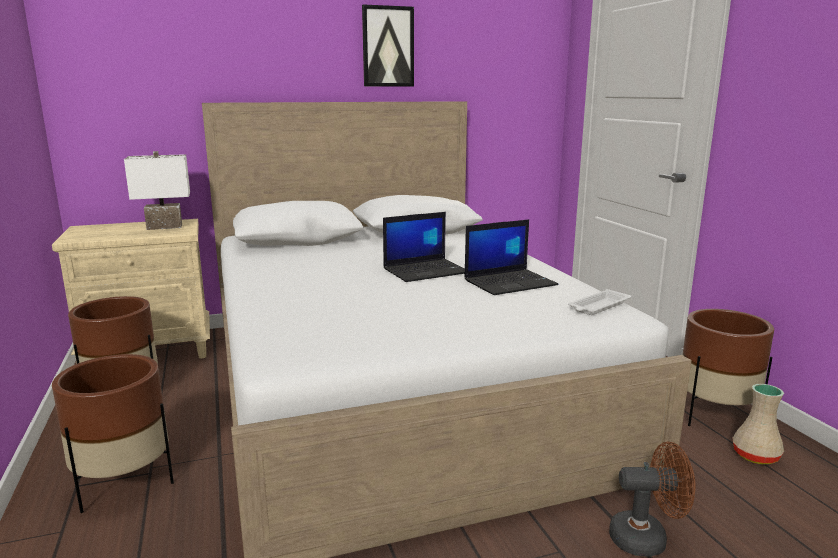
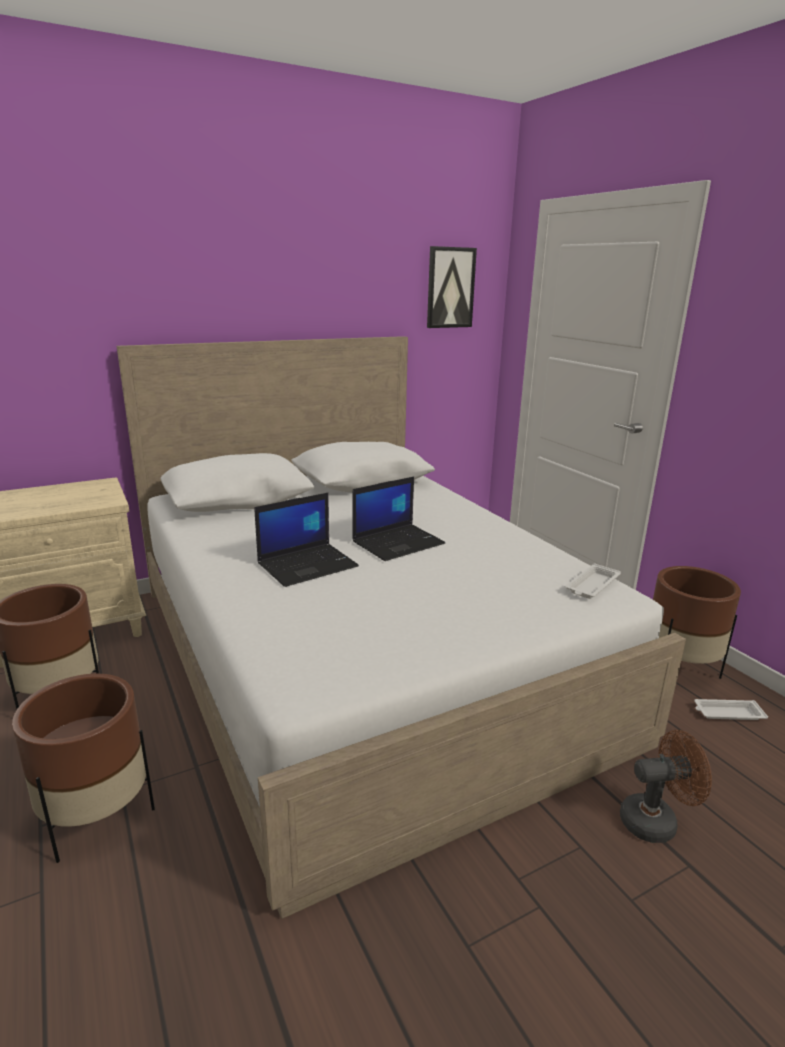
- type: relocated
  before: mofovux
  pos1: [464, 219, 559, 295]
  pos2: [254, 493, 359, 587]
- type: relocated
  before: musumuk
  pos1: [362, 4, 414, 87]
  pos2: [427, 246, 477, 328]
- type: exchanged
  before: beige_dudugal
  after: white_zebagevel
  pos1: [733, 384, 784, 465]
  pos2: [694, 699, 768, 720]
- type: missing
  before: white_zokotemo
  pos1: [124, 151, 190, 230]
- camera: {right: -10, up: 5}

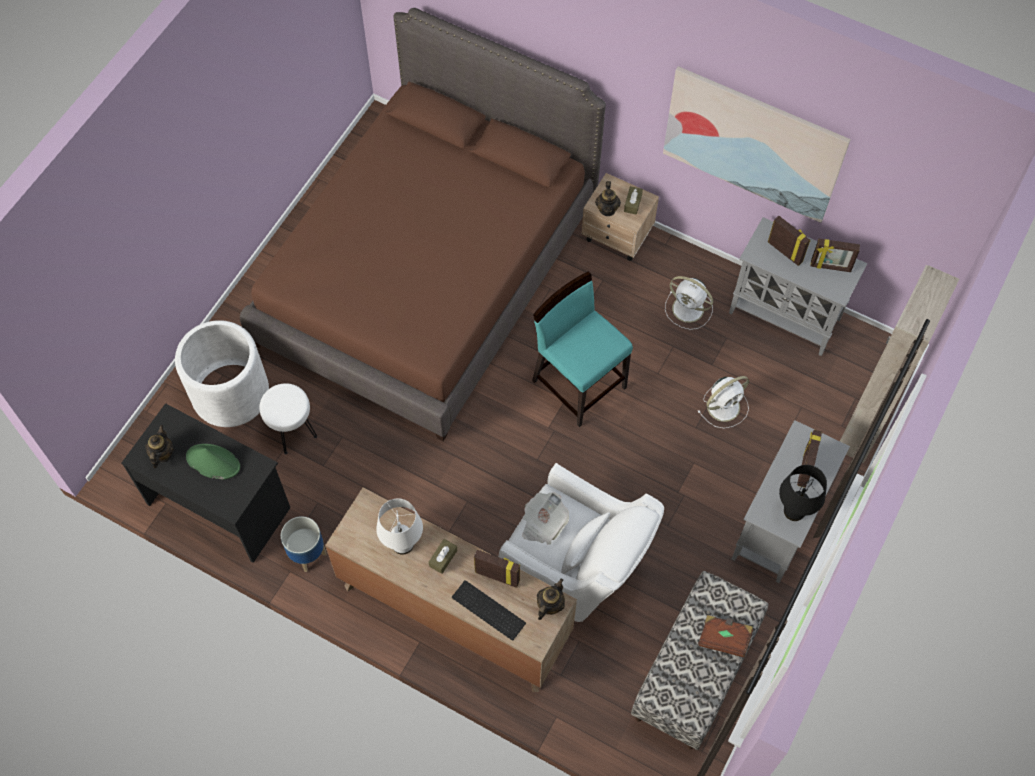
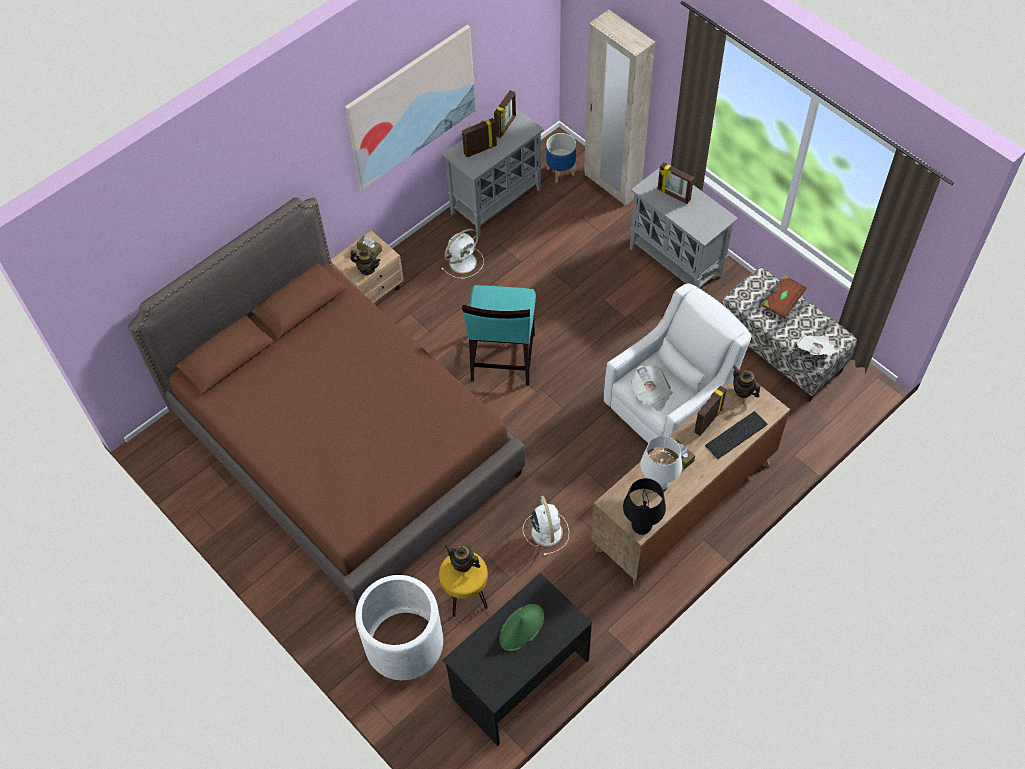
- type: colour
  before: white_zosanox
  after: yellow_zosanox
  pos1: [259, 383, 317, 455]
  pos2: [439, 553, 488, 617]
- type: relocated
  before: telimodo
  pos1: [145, 425, 174, 468]
  pos2: [445, 545, 481, 572]
- type: spun
  before: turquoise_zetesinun
  pos1: [532, 272, 633, 427]
  pos2: [462, 285, 536, 385]
  turn: -60
- type: relocated
  before: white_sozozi
  pos1: [698, 376, 749, 428]
  pos2: [523, 496, 569, 556]
- type: relocated
  before: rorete
  pos1: [281, 516, 327, 572]
  pos2: [546, 133, 576, 183]
- type: relocated
  before: black_zokotemo
  pos1: [779, 465, 827, 521]
  pos2: [623, 478, 666, 535]
- type: appeared
  after: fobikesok
  pos2: [797, 335, 836, 355]
- camera: {right: -70, up: -5}

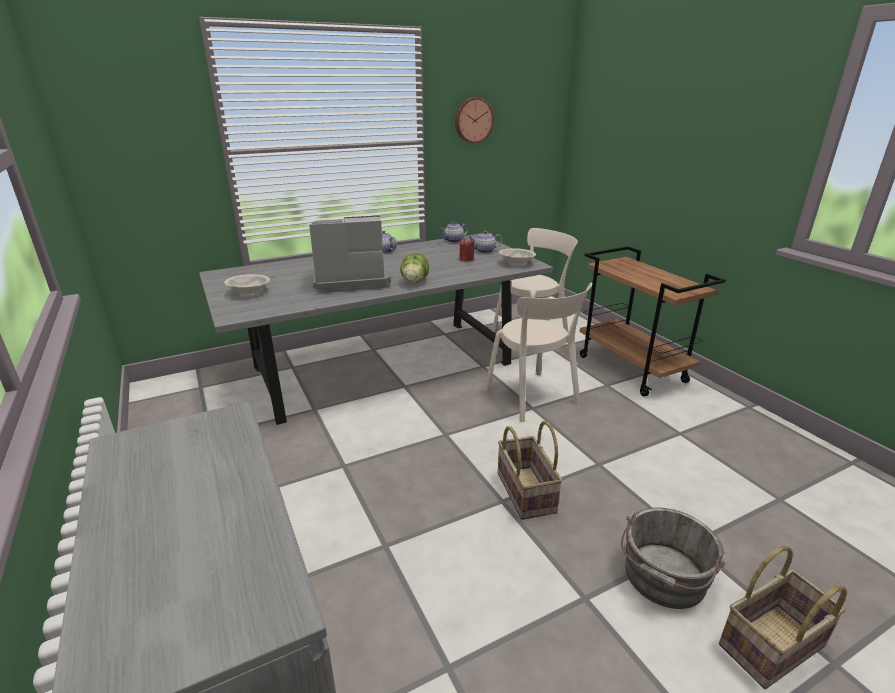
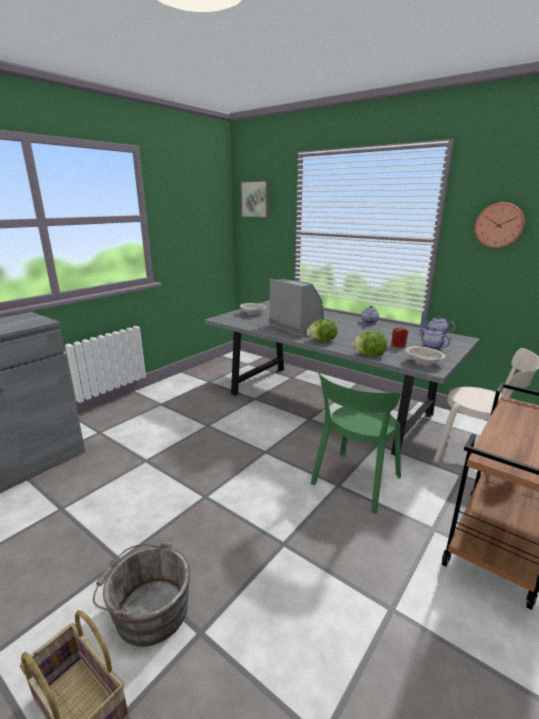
- type: appeared
  after: musumuk
  pos2: [240, 181, 269, 218]
- type: colour
  before: beige_zetesinun
  after: green_zetesinun
  pos1: [484, 282, 592, 422]
  pos2: [311, 370, 401, 514]
- type: appeared
  after: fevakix
  pos2: [352, 331, 387, 356]
- type: missing
  before: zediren
  pos1: [498, 421, 563, 520]
- camera: {right: 65, up: -5}

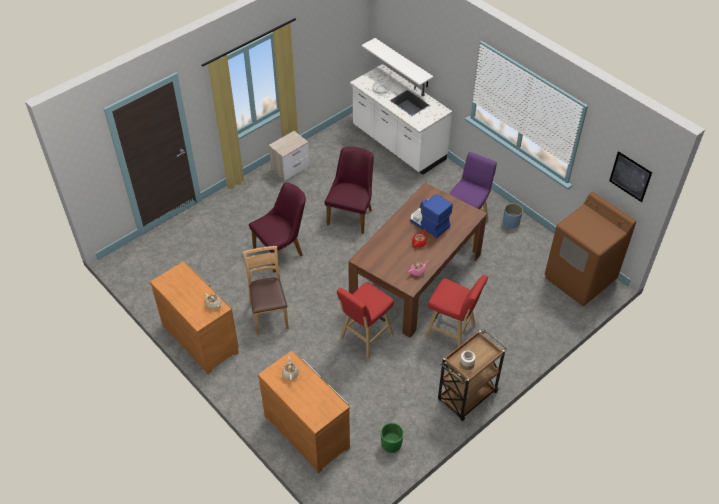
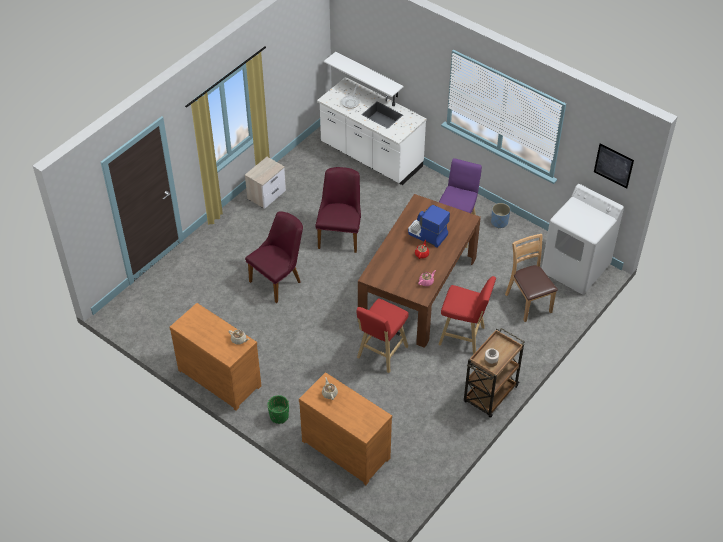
- type: relocated
  before: green_rorete
  pos1: [381, 423, 404, 453]
  pos2: [268, 395, 289, 424]
- type: relocated
  before: brown_zetesinun
  pos1: [242, 246, 289, 335]
  pos2: [505, 234, 558, 322]
- type: colour
  before: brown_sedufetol
  after: white_sedufetol
  pos1: [545, 192, 636, 306]
  pos2: [542, 184, 624, 295]
- camera: {right: -10, up: 0}

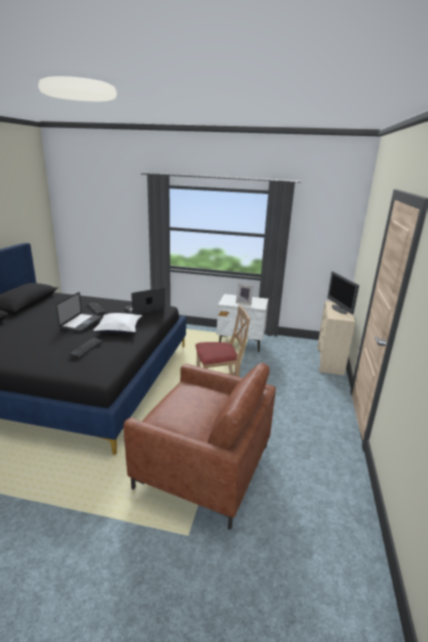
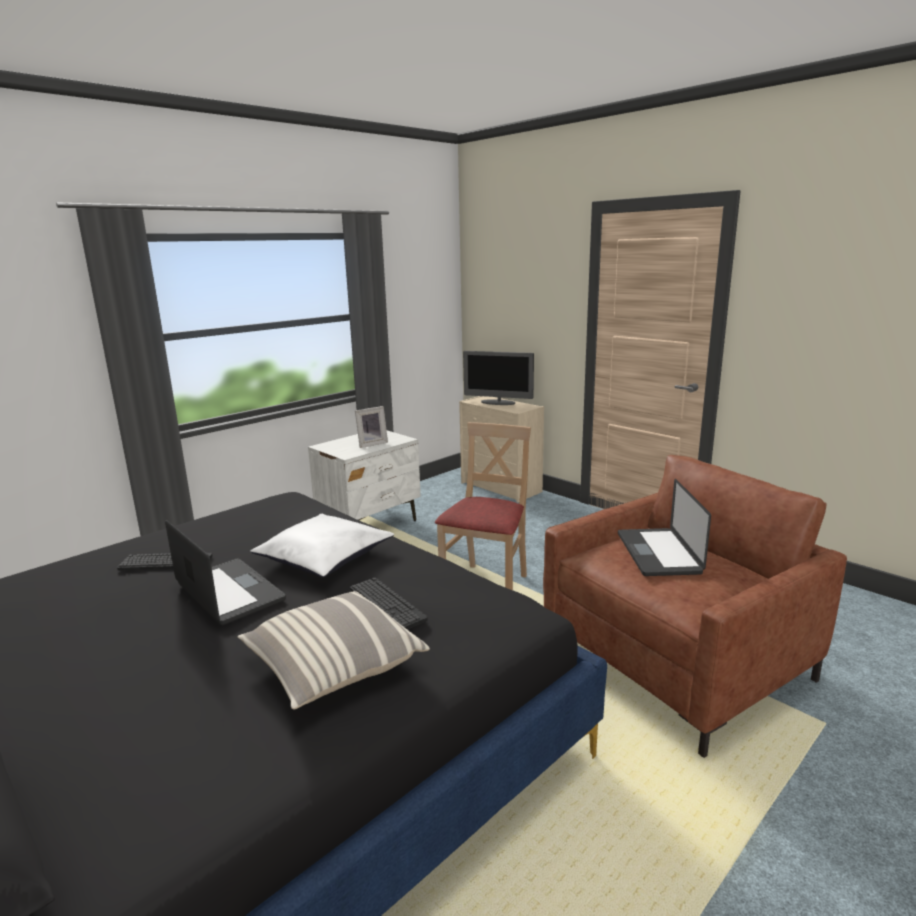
- type: appeared
  after: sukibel
  pos2: [238, 591, 430, 709]
- type: relocated
  before: mofovux
  pos1: [124, 288, 165, 315]
  pos2: [618, 479, 711, 576]
- camera: {right: -55, up: -5}

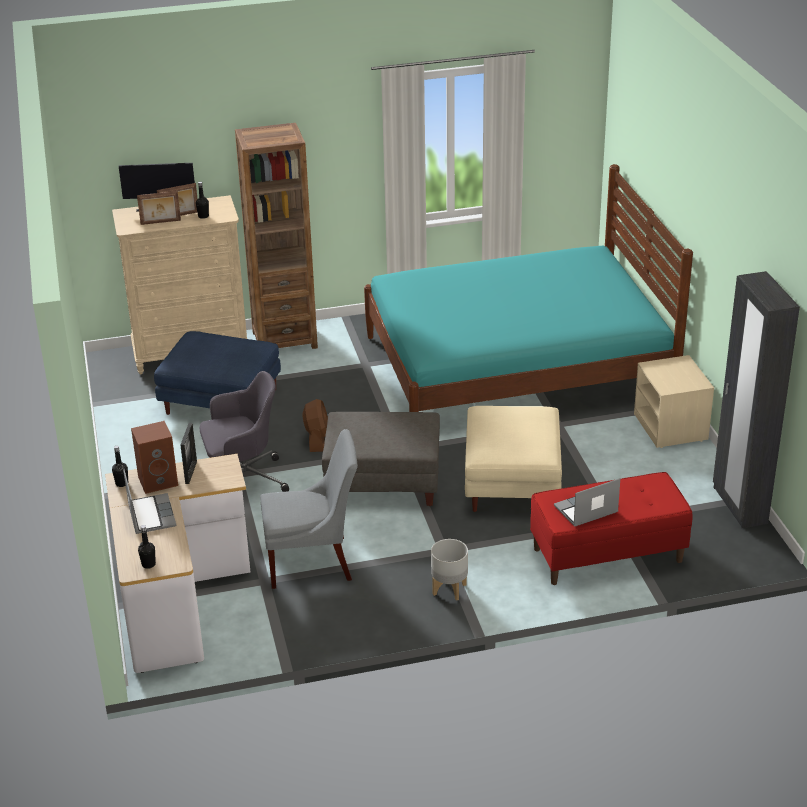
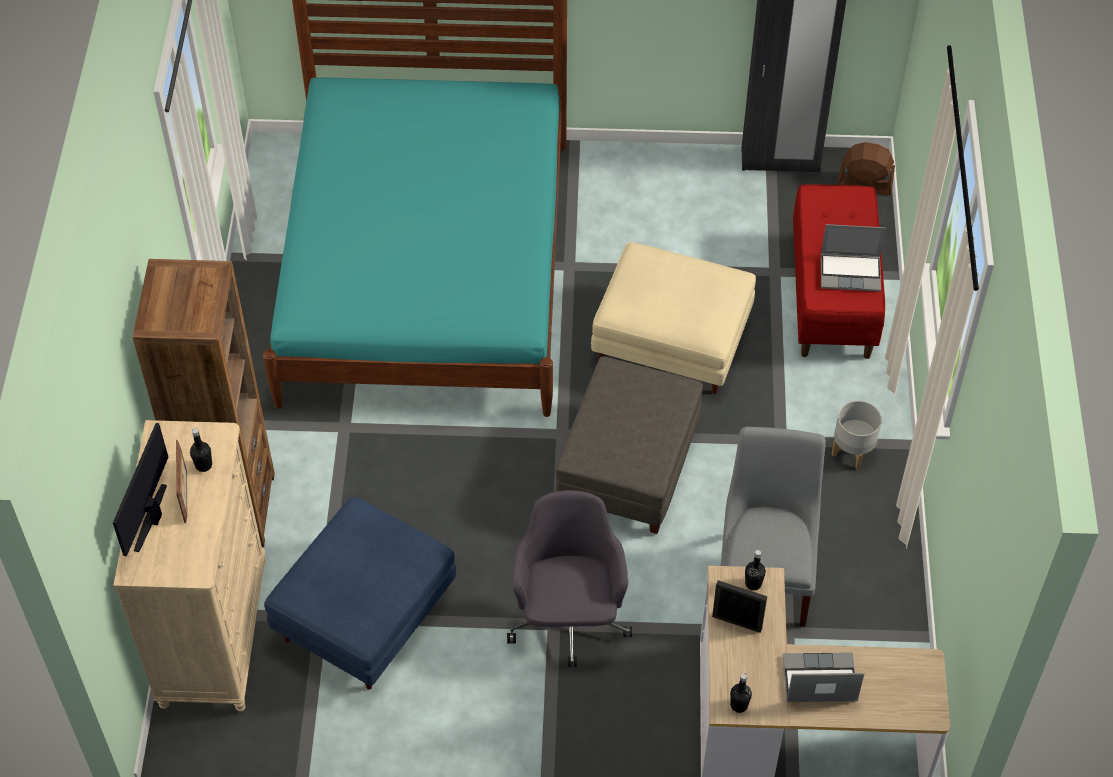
- type: relocated
  before: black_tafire
  pos1: [138, 525, 156, 569]
  pos2: [745, 550, 766, 590]
- type: spun
  before: mofovux
  pos1: [554, 478, 620, 527]
  pos2: [821, 224, 886, 292]
  turn: -75
- type: relocated
  before: brown_sozozi
  pos1: [303, 399, 328, 452]
  pos2: [837, 142, 895, 195]
- type: missing
  before: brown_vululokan
  pos1: [131, 421, 178, 494]
- type: missing
  before: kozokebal
  pos1: [137, 191, 181, 225]
- type: missing
  before: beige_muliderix
  pos1: [634, 355, 714, 448]
- camera: {right: -75, up: 20}

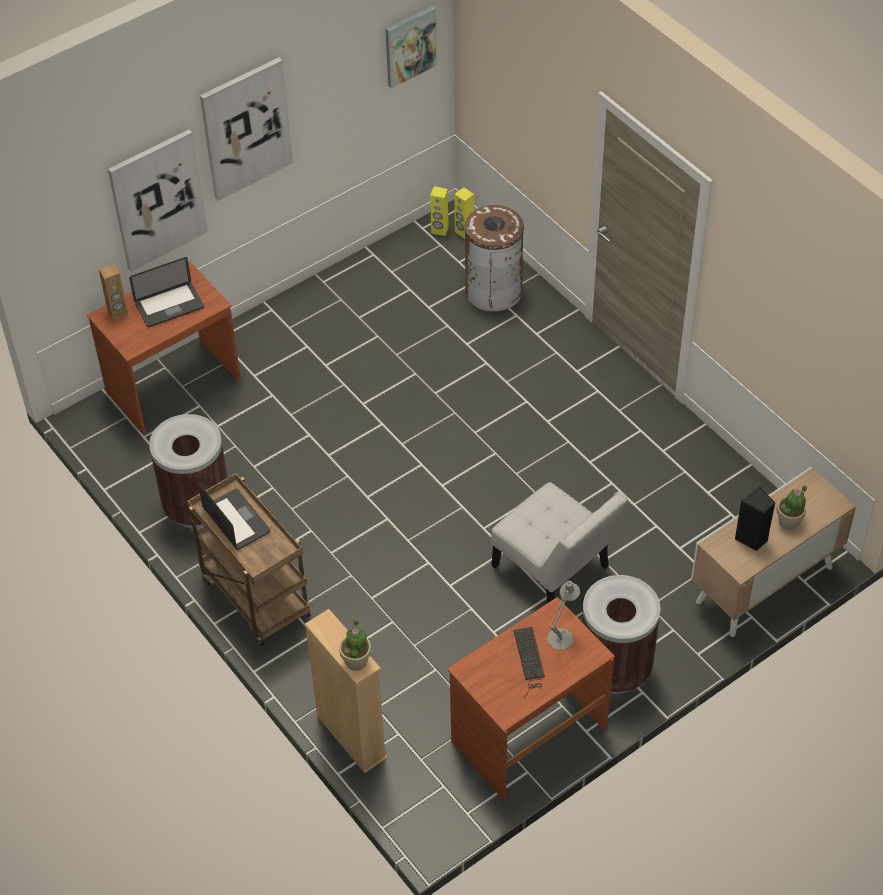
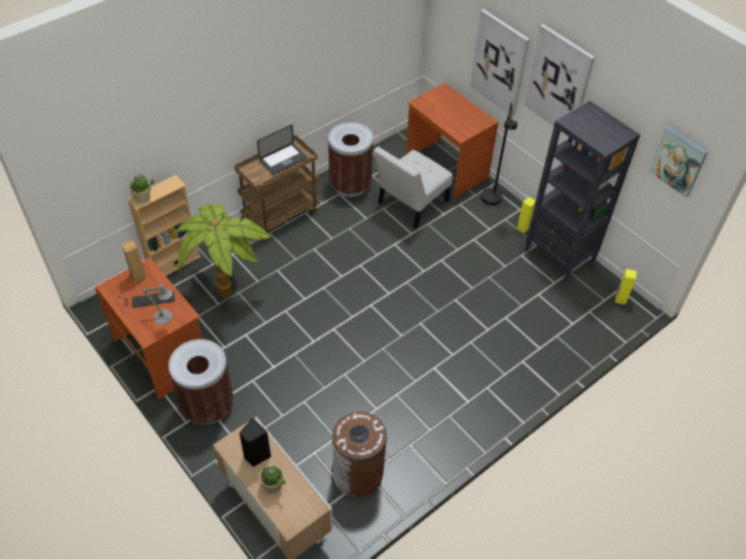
- type: relocated
  before: brown_vululokan
  pos1: [99, 264, 128, 320]
  pos2: [122, 239, 146, 282]
- type: appeared
  after: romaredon
  pos2: [168, 204, 271, 299]
- type: relocated
  before: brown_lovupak
  pos1: [465, 205, 526, 312]
  pos2: [332, 412, 387, 497]
- type: relocated
  before: white_zetesinun
  pos1: [491, 482, 628, 603]
  pos2: [374, 146, 453, 228]
- type: appeared
  after: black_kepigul
  pos2: [481, 102, 518, 205]
- type: relocated
  before: yellow_vululokan
  pos1: [454, 187, 474, 239]
  pos2: [517, 197, 535, 234]
- type: appeared
  after: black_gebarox
  pos2: [525, 101, 640, 283]
- type: missing
  before: mofovux
  pos1: [129, 257, 204, 327]
- camera: {right: 85, up: 0}

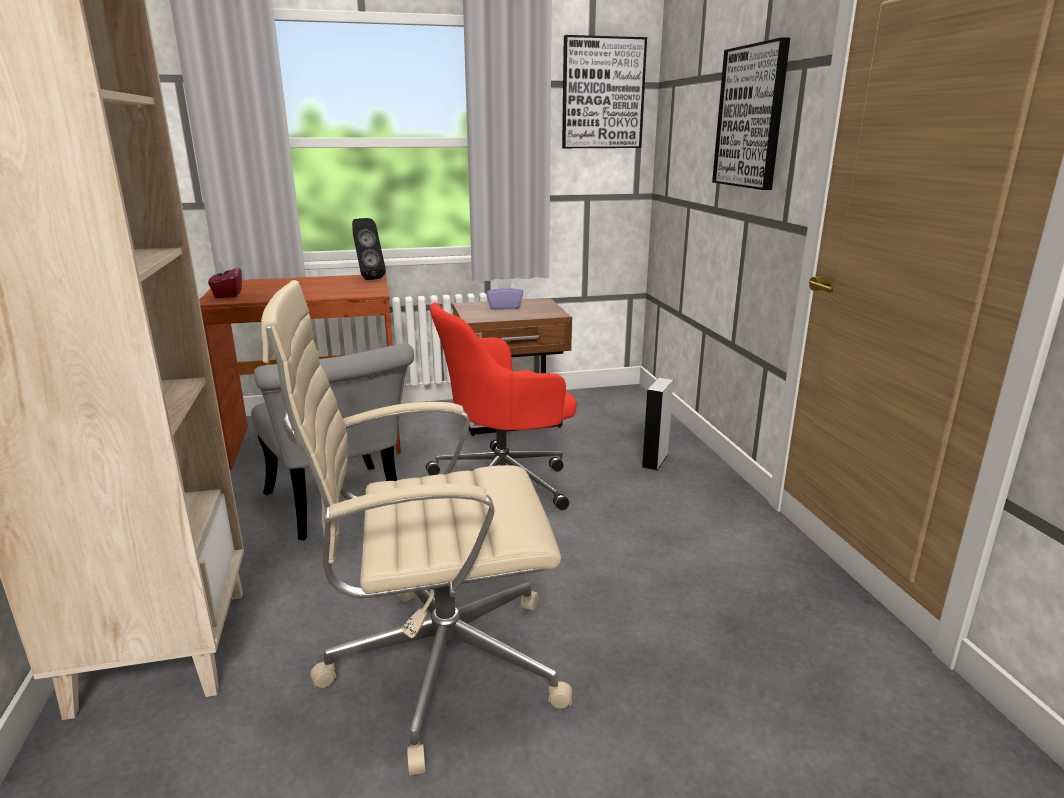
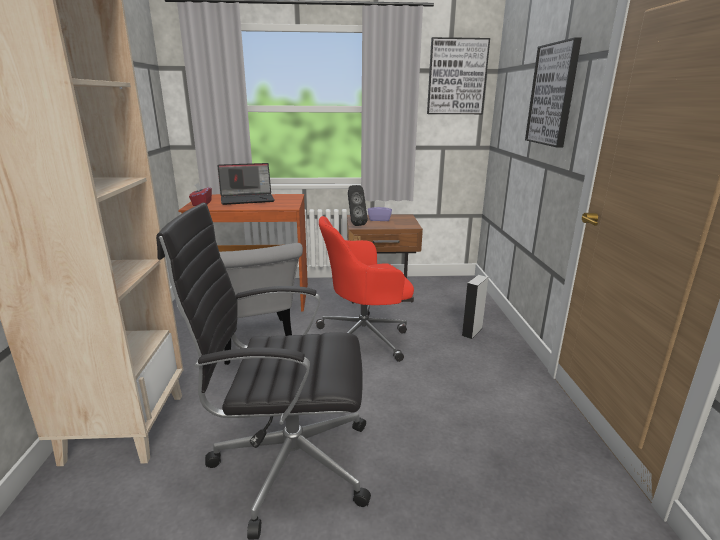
- type: colour
  before: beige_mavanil
  after: black_mavanil
  pos1: [261, 280, 572, 775]
  pos2: [156, 202, 371, 540]
- type: appeared
  after: mofovux
  pos2: [217, 163, 275, 205]
- type: relocated
  before: black_vululokan
  pos1: [352, 218, 386, 280]
  pos2: [348, 185, 368, 226]
- camera: {right: 10, up: 0}

